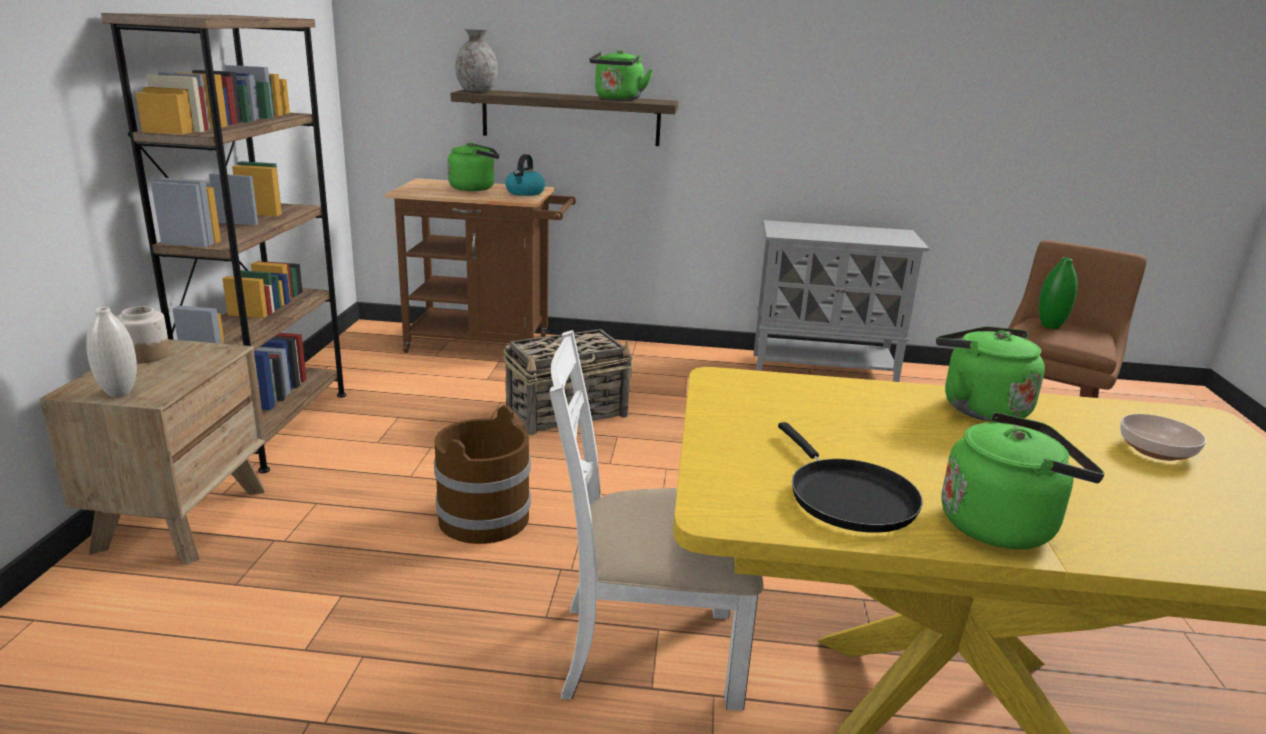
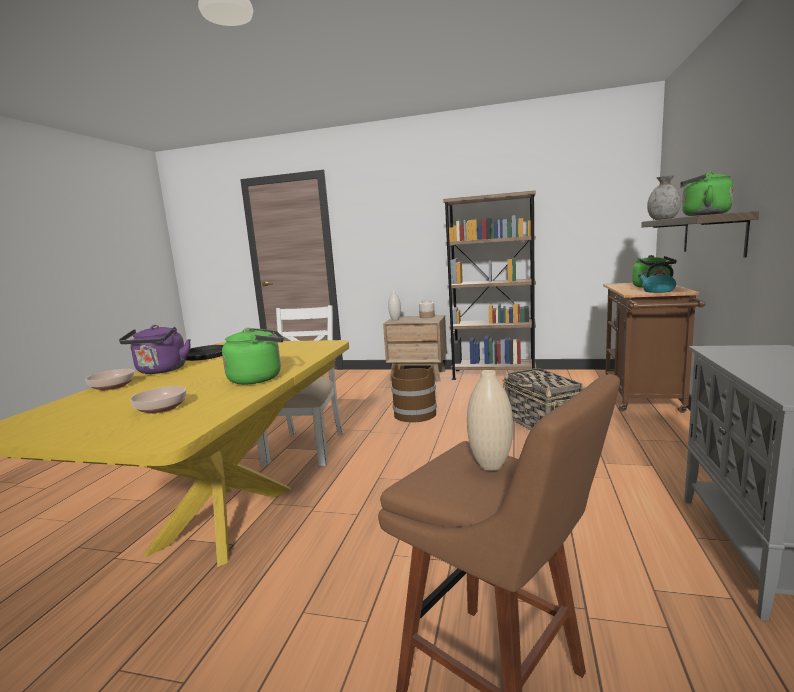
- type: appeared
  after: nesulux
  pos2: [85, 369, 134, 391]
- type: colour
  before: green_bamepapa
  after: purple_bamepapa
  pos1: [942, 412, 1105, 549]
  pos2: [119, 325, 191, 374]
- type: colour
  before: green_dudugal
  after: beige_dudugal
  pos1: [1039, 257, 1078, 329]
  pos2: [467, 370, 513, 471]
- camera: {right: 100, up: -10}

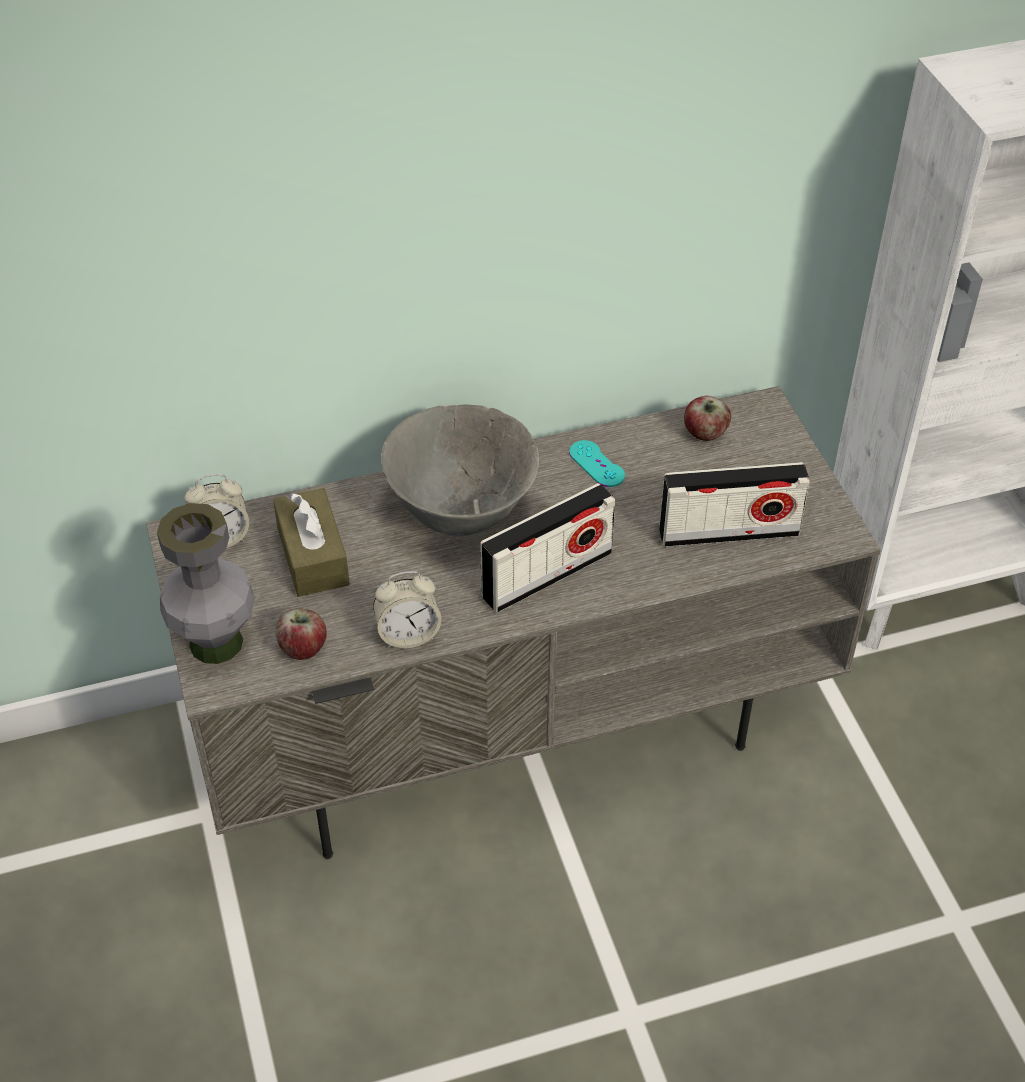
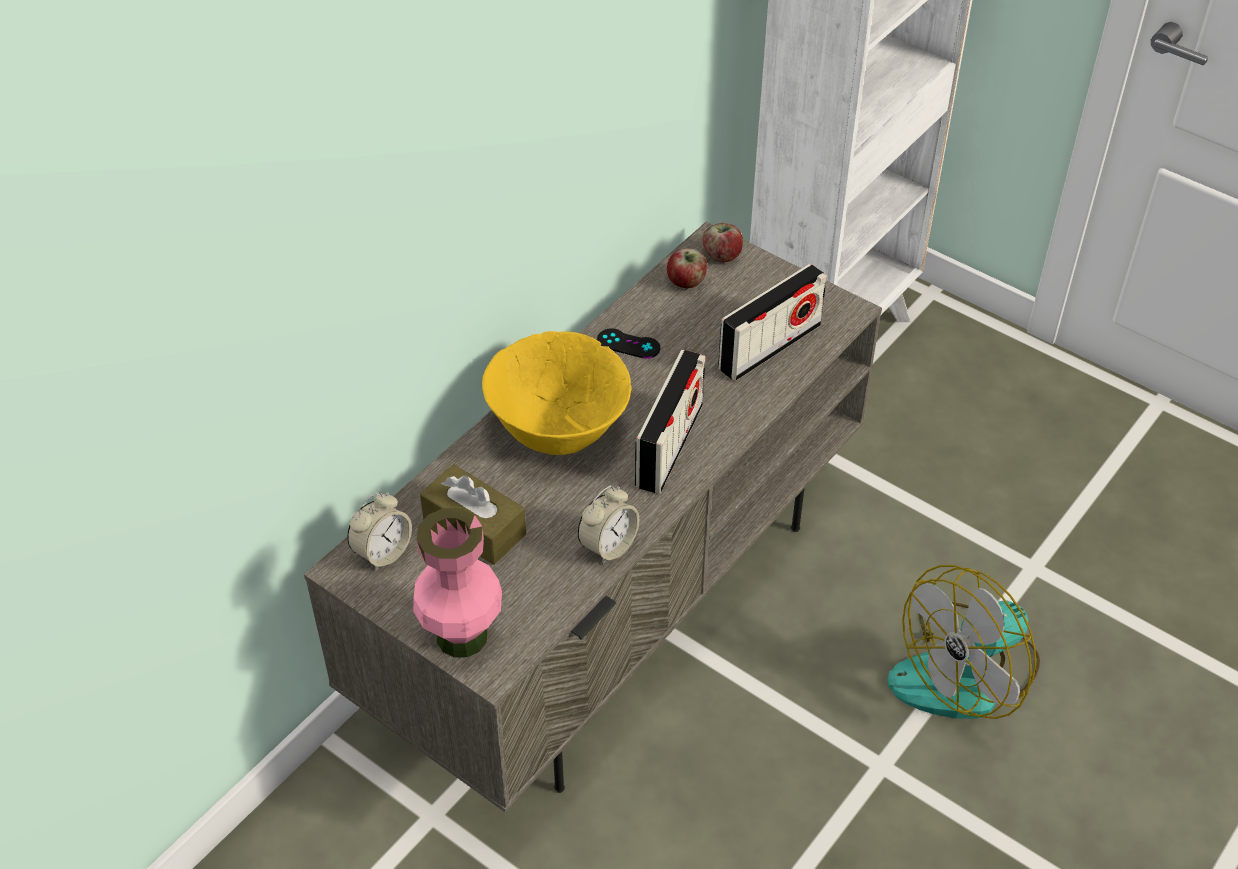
- type: colour
  before: grey_dudugal
  after: pink_dudugal
  pos1: [157, 503, 256, 664]
  pos2: [413, 508, 502, 657]
- type: colour
  before: grey_nesulux
  after: yellow_nesulux
  pos1: [381, 404, 539, 536]
  pos2: [482, 331, 631, 455]
- type: colour
  before: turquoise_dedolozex
  after: black_dedolozex
  pos1: [569, 440, 625, 487]
  pos2: [597, 328, 660, 359]
- type: relocated
  before: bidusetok
  pos1: [276, 608, 327, 660]
  pos2: [702, 223, 743, 263]
- type: appeared
  after: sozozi
  pos2: [887, 565, 1040, 719]
- camera: {right: -35, up: 0}

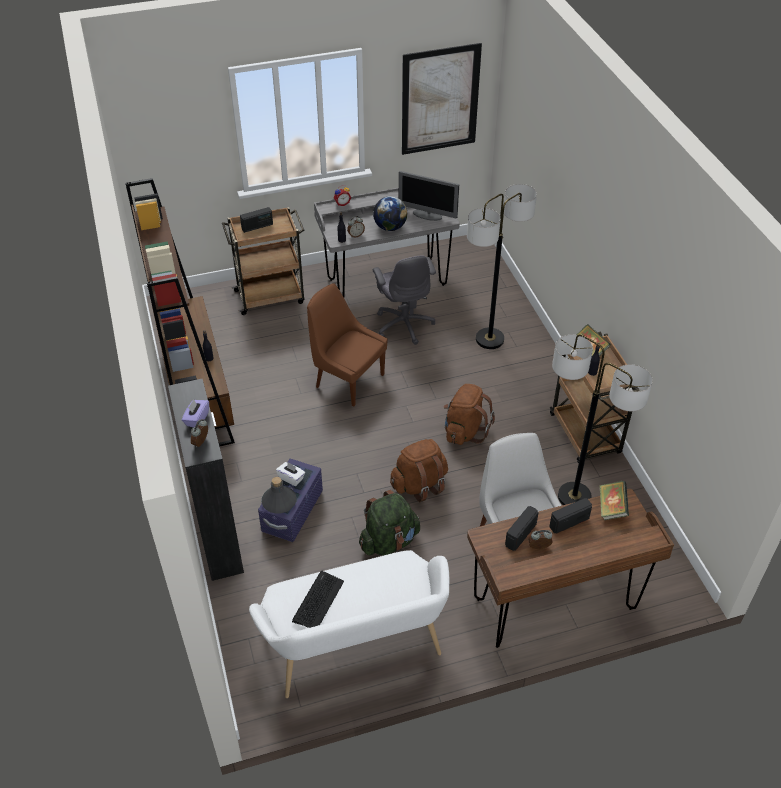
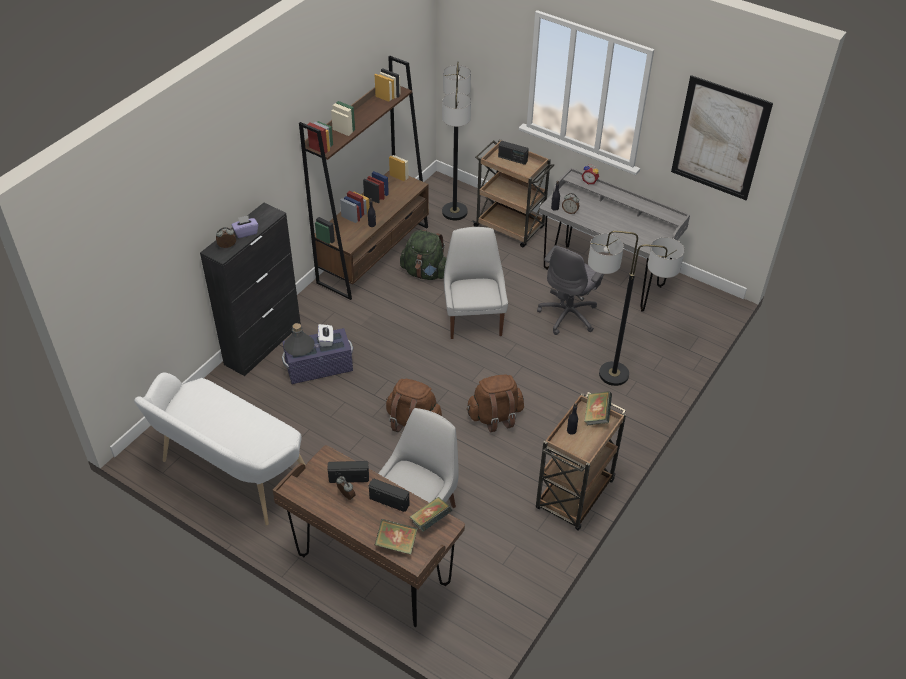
- type: appeared
  after: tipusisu
  pos2: [375, 519, 418, 555]
- type: relocated
  before: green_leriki
  pos1: [359, 490, 420, 556]
  pos2: [400, 230, 447, 280]
- type: relocated
  before: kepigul
  pos1: [552, 334, 653, 505]
  pos2: [442, 62, 471, 220]
- type: colour
  before: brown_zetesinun
  after: white_zetesinun
  pos1: [307, 283, 387, 406]
  pos2: [444, 227, 508, 339]
- type: missing
  before: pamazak
  pos1: [292, 571, 344, 628]
- type: missing
  before: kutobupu
  pos1: [373, 196, 407, 231]
- type: missing
  before: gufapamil
  pos1: [399, 171, 459, 221]
- camera: {right: 50, up: 0}

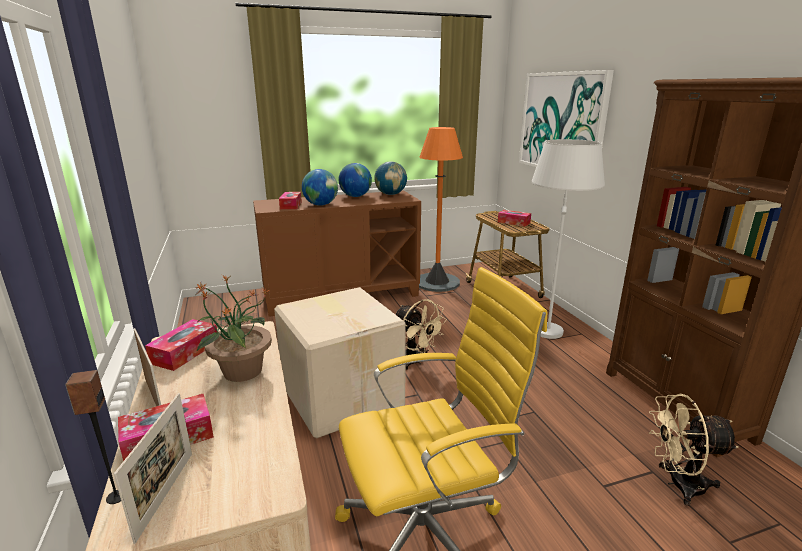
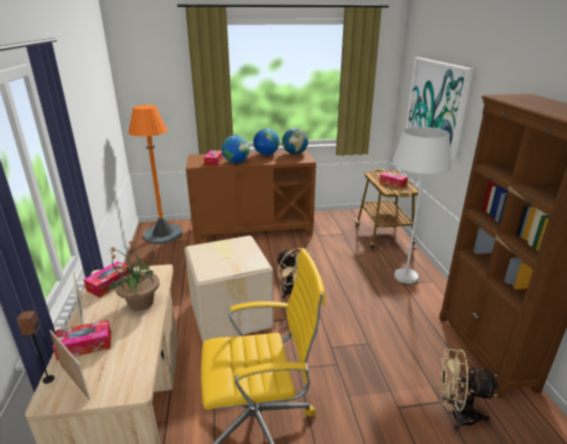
- type: spun
  before: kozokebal
  pos1: [114, 393, 192, 544]
  pos2: [50, 330, 90, 400]
  turn: -60
- type: relocated
  before: orange_kepigul
  pos1: [419, 127, 463, 292]
  pos2: [128, 105, 183, 244]
- camera: {right: 10, up: 5}

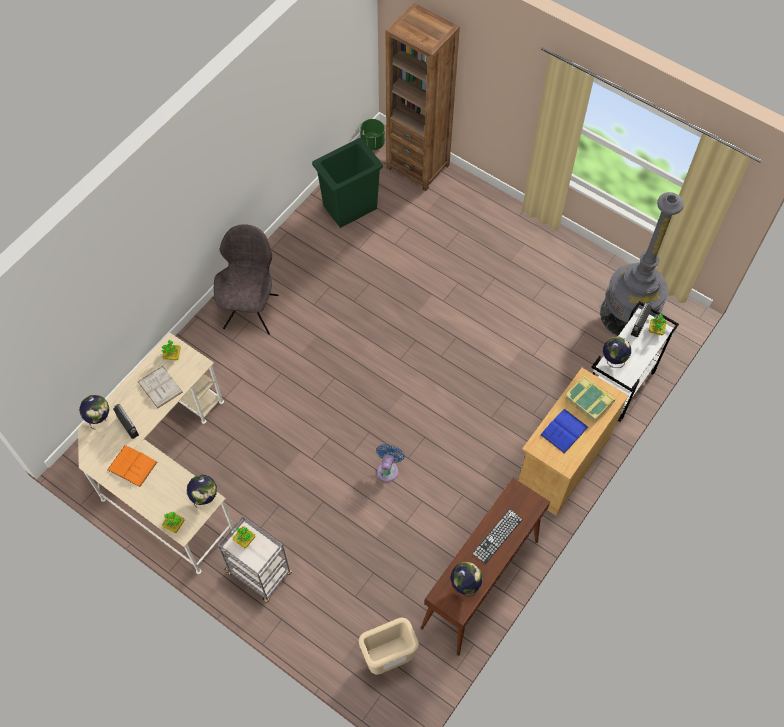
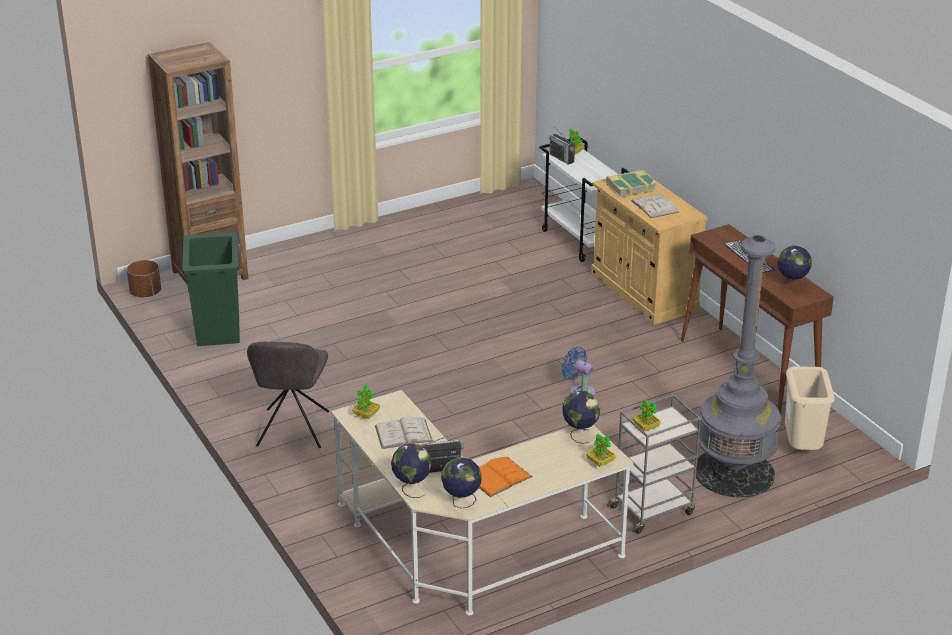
- type: colour
  before: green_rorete
  after: brown_rorete
  pos1: [360, 119, 385, 150]
  pos2: [127, 260, 161, 297]
- type: spun
  before: grey_zetesinun
  pos1: [214, 224, 279, 335]
  pos2: [247, 341, 329, 448]
  turn: -120
- type: relocated
  before: kutobupu
  pos1: [603, 337, 631, 368]
  pos2: [441, 457, 482, 508]
- type: colour
  before: blue_tipusisu
  after: white_tipusisu
  pos1: [540, 409, 588, 454]
  pos2: [631, 194, 679, 218]
- type: relocated
  before: grey_kepigul
  pos1: [600, 192, 684, 336]
  pos2: [696, 235, 781, 497]
- camera: {right: -65, up: -30}

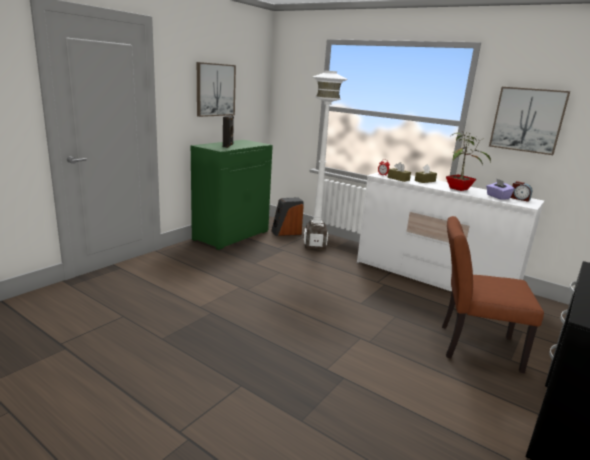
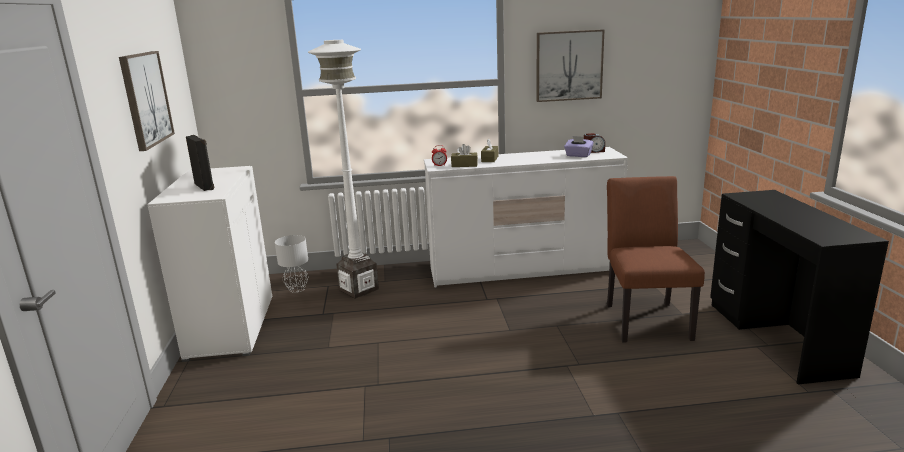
- type: colour
  before: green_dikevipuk
  after: white_dikevipuk
  pos1: [191, 140, 273, 250]
  pos2: [147, 166, 272, 362]
- type: exchanged
  before: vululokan
  after: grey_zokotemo
  pos1: [271, 197, 304, 236]
  pos2: [275, 235, 309, 293]
- type: spun
  before: brown_zetesinun
  pos1: [442, 216, 544, 373]
  pos2: [607, 176, 705, 343]
  turn: 120
- type: missing
  before: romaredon
  pos1: [446, 131, 491, 191]
- camera: {right: -40, up: 0}

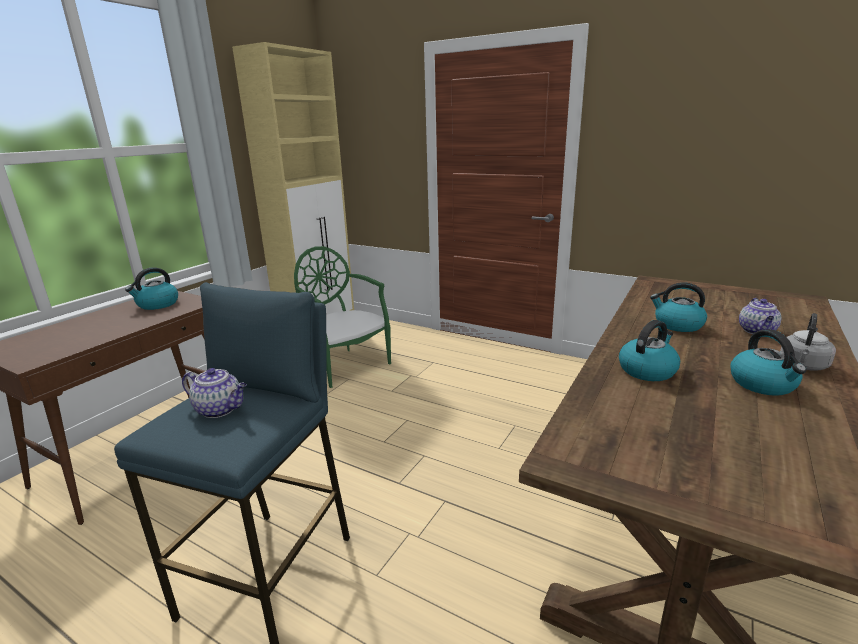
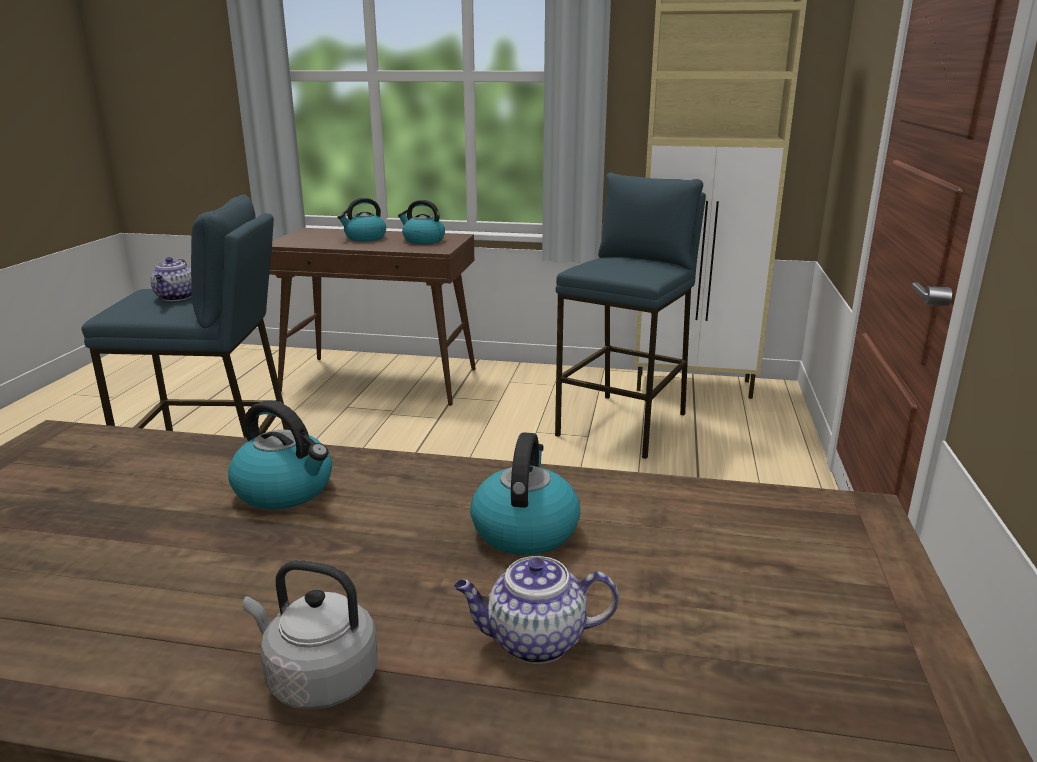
- type: relocated
  before: bamepapa
  pos1: [730, 329, 807, 396]
  pos2: [337, 198, 386, 241]
- type: exchanged
  before: green_zetesinun
  after: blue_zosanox
  pos1: [294, 246, 391, 388]
  pos2: [555, 172, 706, 459]
- camera: {right: 70, up: 0}

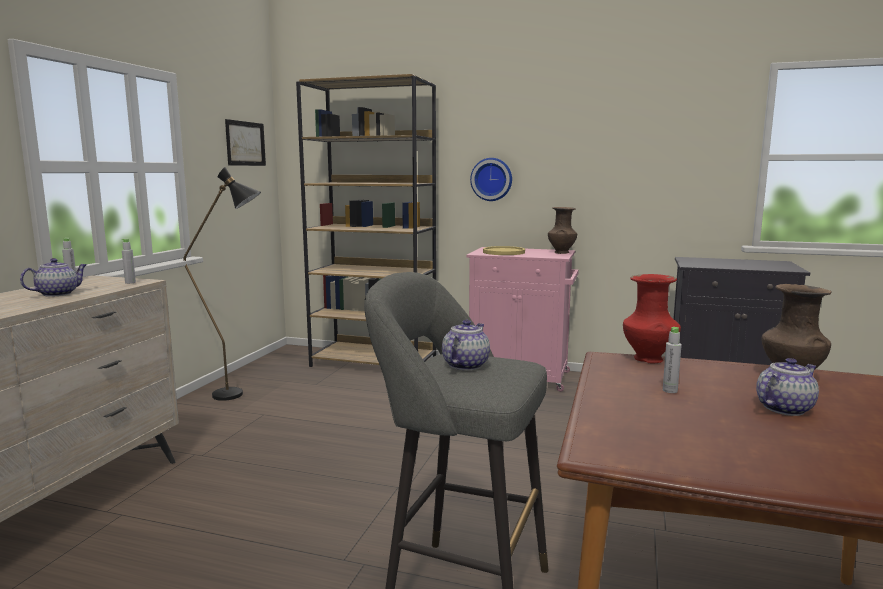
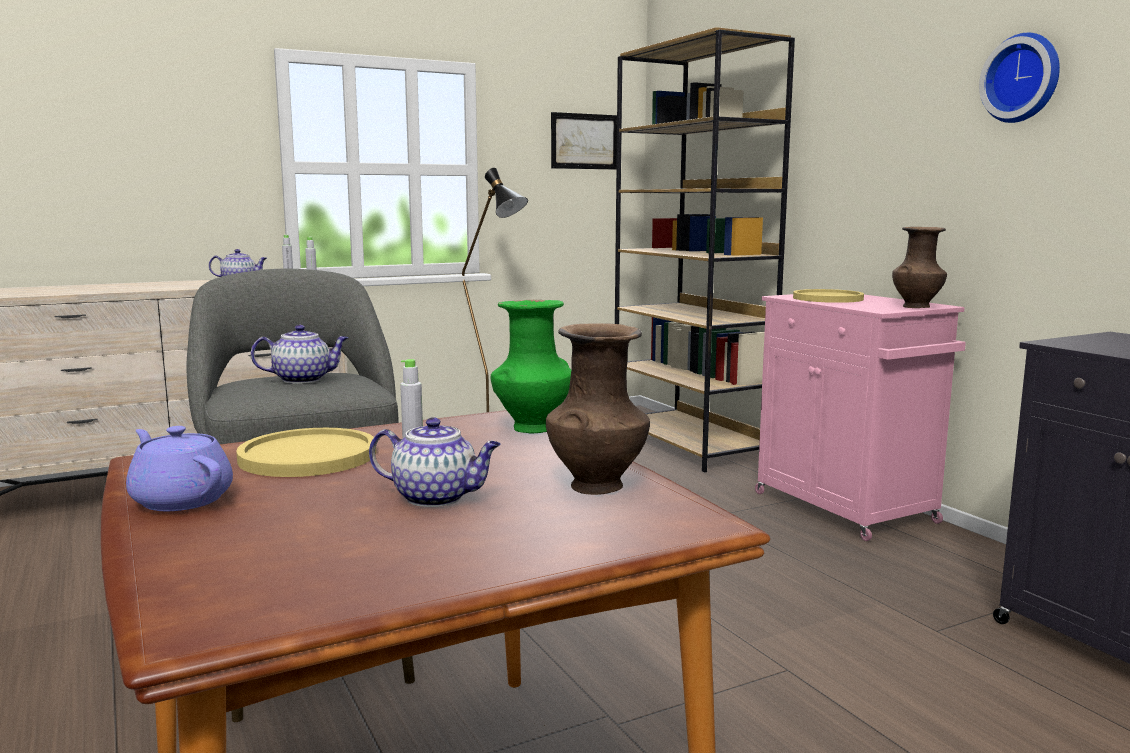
- type: appeared
  after: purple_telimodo
  pos2: [126, 426, 233, 511]
- type: appeared
  after: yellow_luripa
  pos2: [236, 428, 376, 477]
- type: colour
  before: red_dudugal
  after: green_dudugal
  pos1: [623, 274, 681, 363]
  pos2: [491, 300, 571, 433]
- type: relocated
  before: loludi
  pos1: [470, 158, 512, 201]
  pos2: [979, 33, 1060, 123]
- camera: {right: 45, up: 0}

